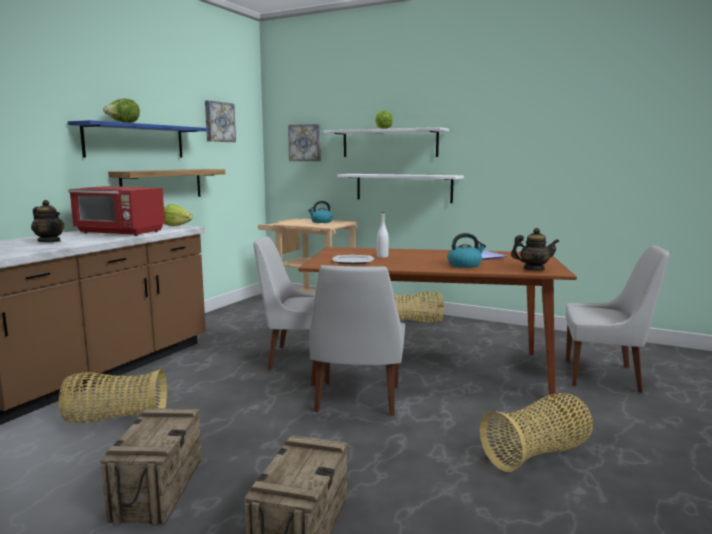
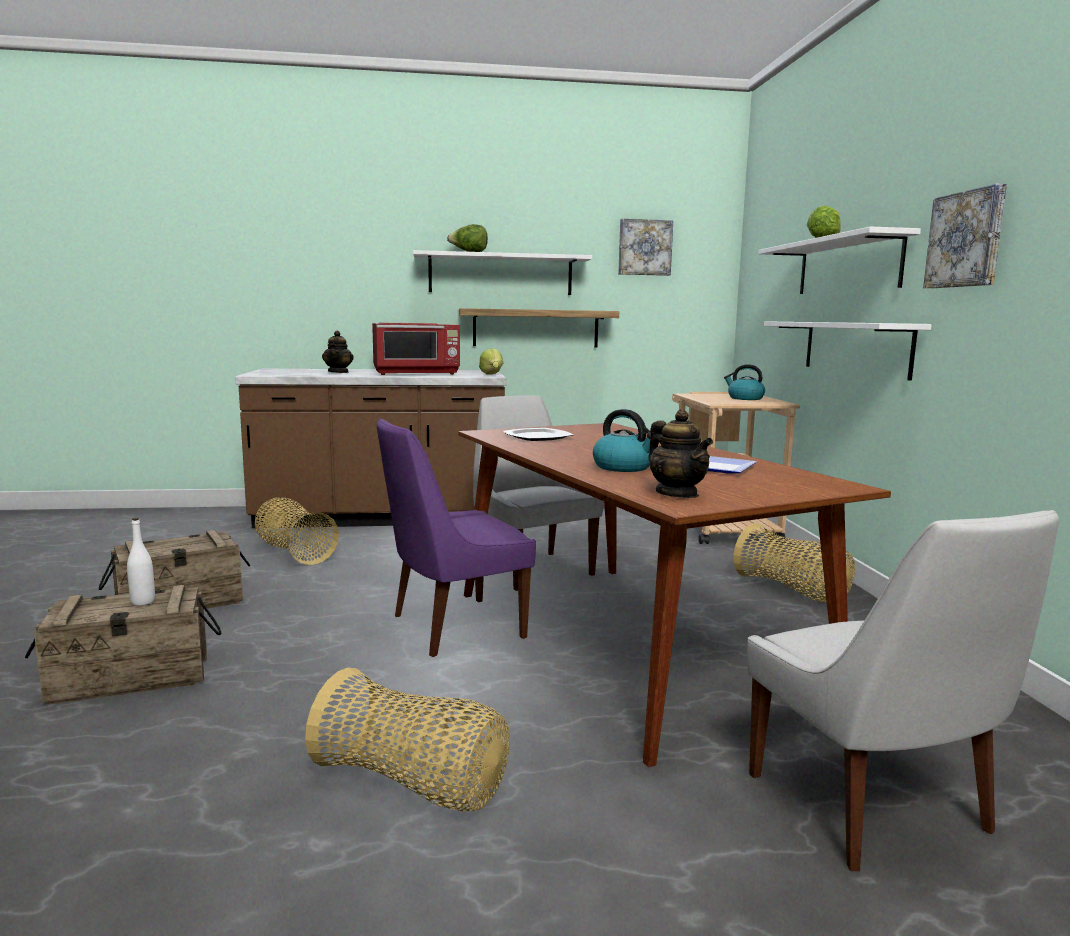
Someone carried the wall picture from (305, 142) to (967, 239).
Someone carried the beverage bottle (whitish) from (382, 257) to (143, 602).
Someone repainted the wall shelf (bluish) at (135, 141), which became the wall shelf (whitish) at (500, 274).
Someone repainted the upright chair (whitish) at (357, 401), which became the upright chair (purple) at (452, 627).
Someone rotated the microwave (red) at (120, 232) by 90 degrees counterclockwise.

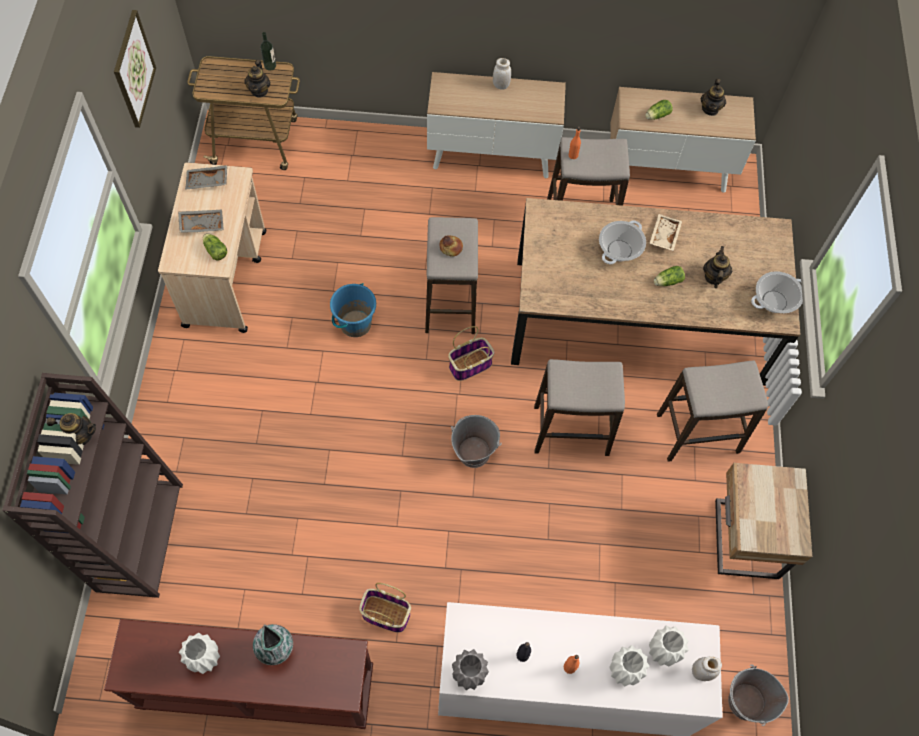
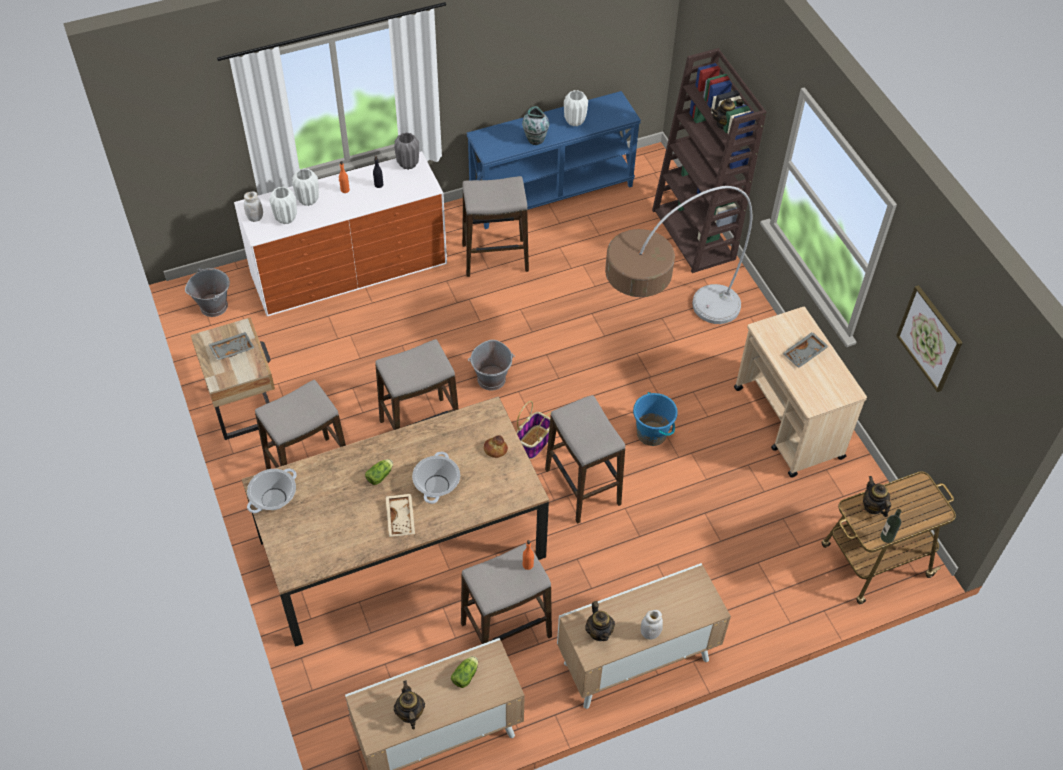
Someone took away the lettuce head at (215, 250).
Someone put down the floor lamp at (665, 336).
Someone carried the carrying tray (greyish) from (207, 182) to (232, 349).
Someone carried the baked bread from (451, 248) to (495, 449).
Someone carried the teapot from (713, 277) to (599, 632).
Someone swapped the household basket at (385, 614) for the stool at (495, 258).
Someone repainted the narrow table (brown) at (257, 689), which became the narrow table (bluish) at (551, 192).

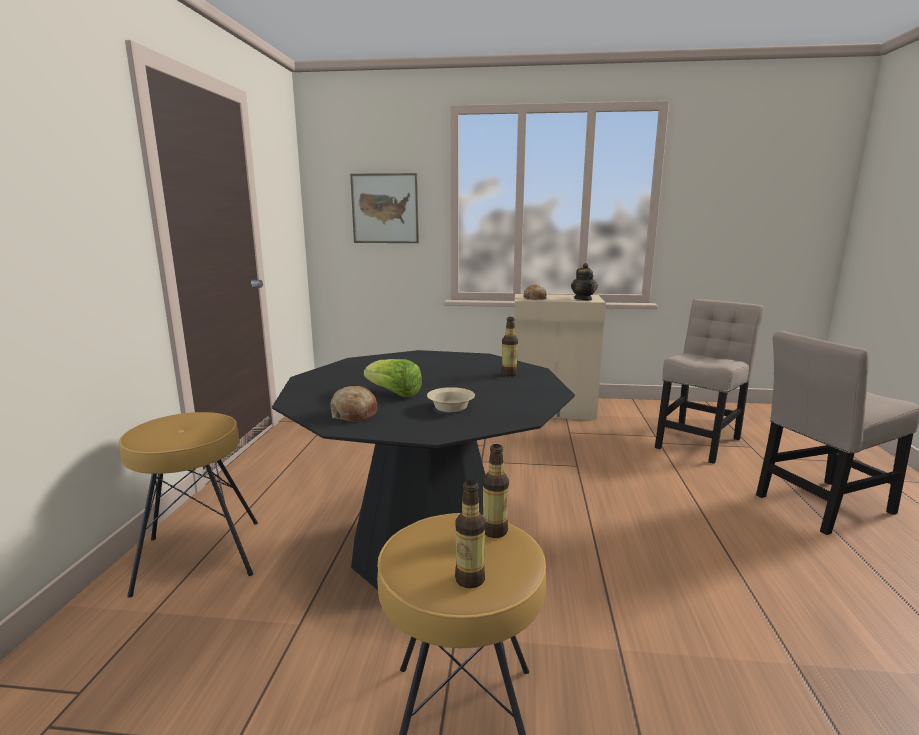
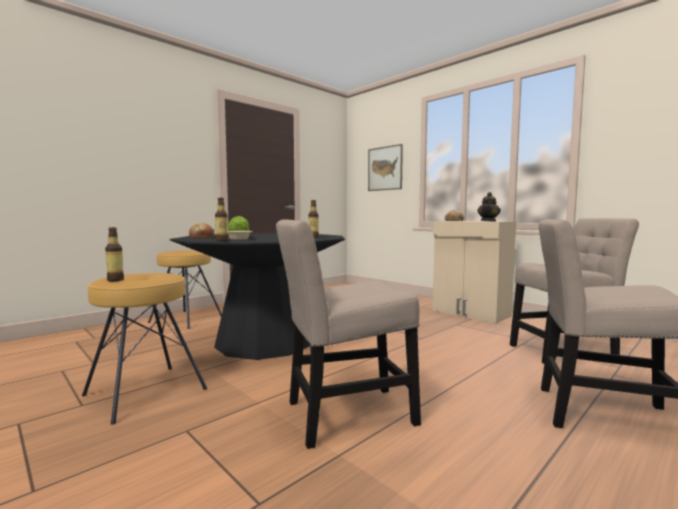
Someone put down the upright chair (beige) at (344, 415).
Someone carried the beverage bottle from (494, 531) to (222, 241).

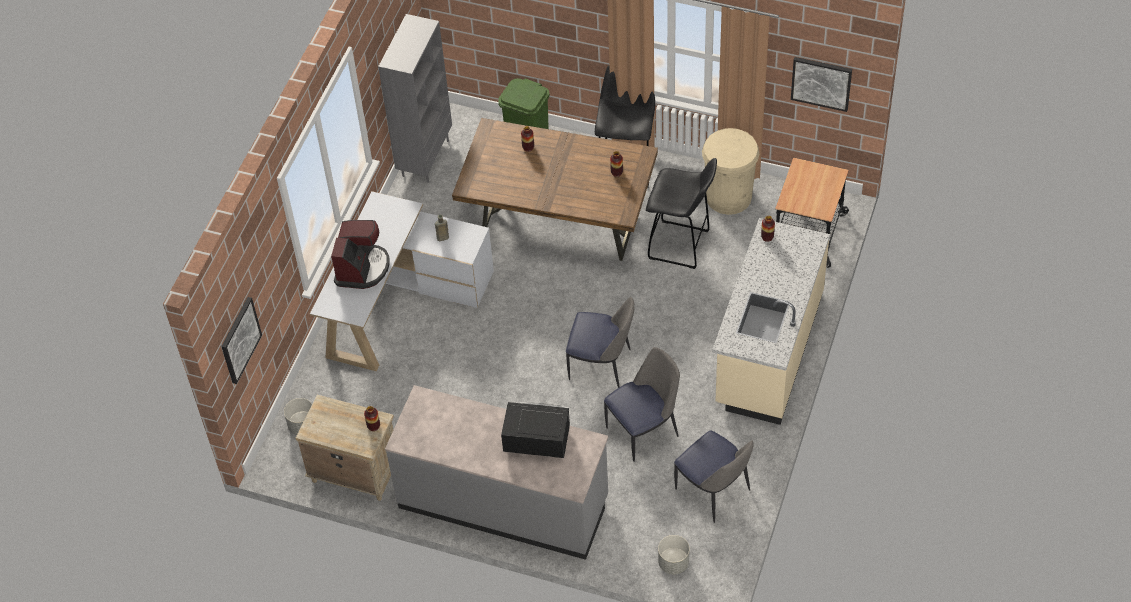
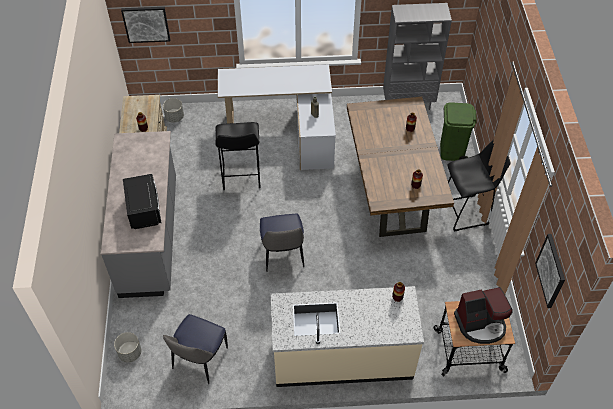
Someone took away the upright chair at (644, 430).
Someone took away the waste bin (beige) at (728, 196).
Someone carried the coffee brewer from (362, 268) to (480, 324).
Someone carried the stool (blackish) from (681, 245) to (241, 177).

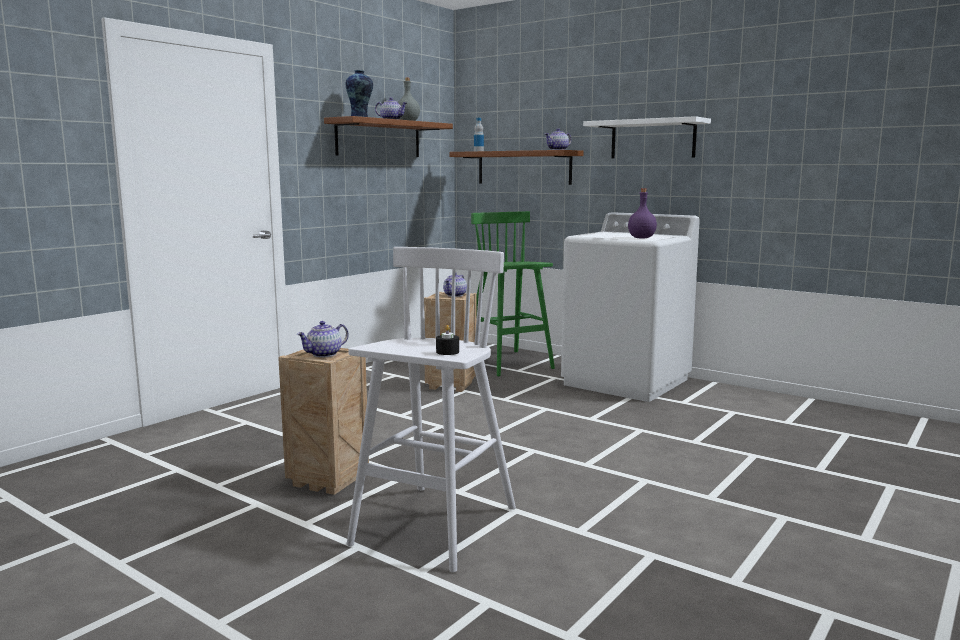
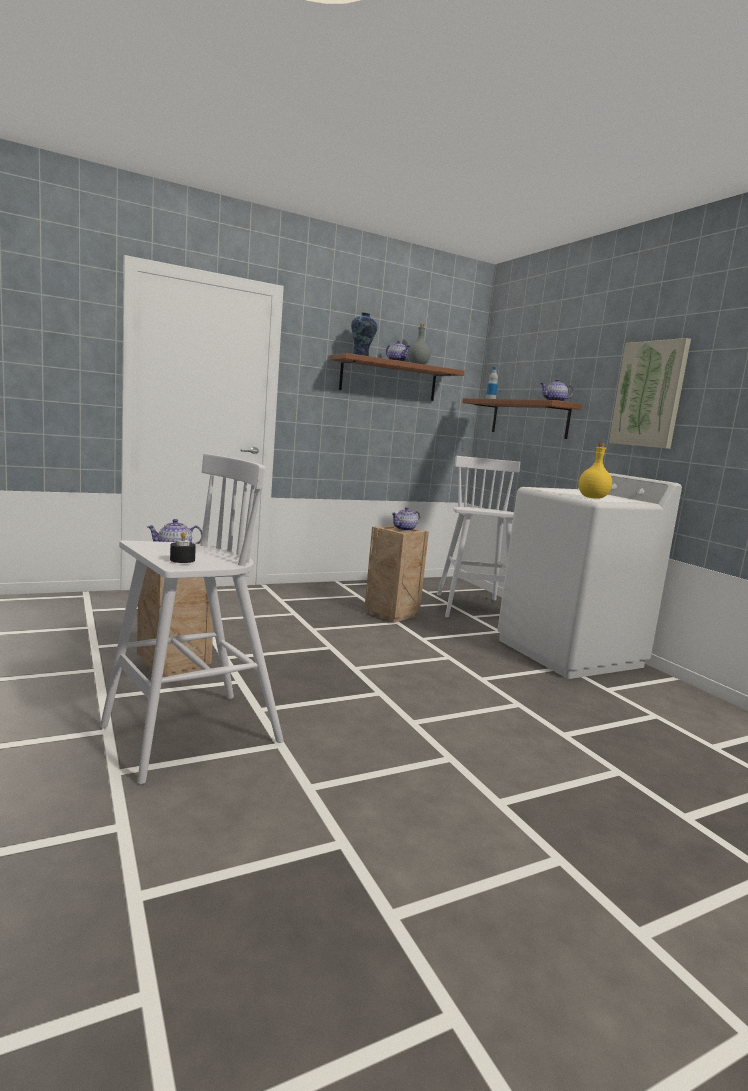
Someone swapped the wall shelf (whitish) at (652, 139) for the wall picture at (649, 394).
Someone repainted the stool (green-coloured) at (508, 363), which became the stool (whitish) at (472, 608).
Someone repainted the beverage bottle (purple) at (641, 238), which became the beverage bottle (yellow-coloured) at (592, 498).

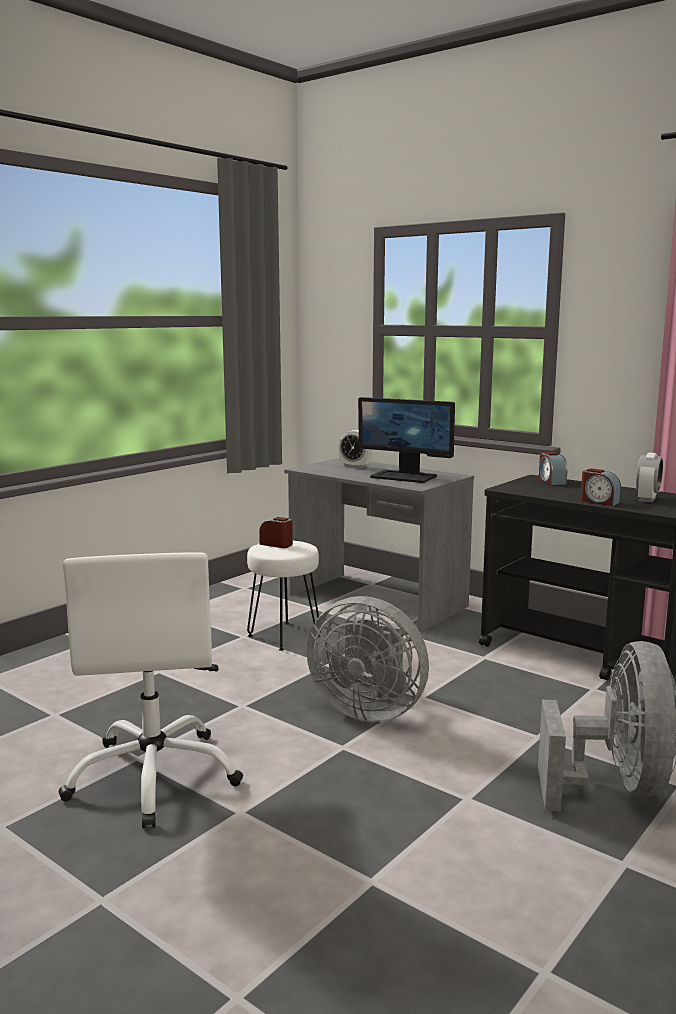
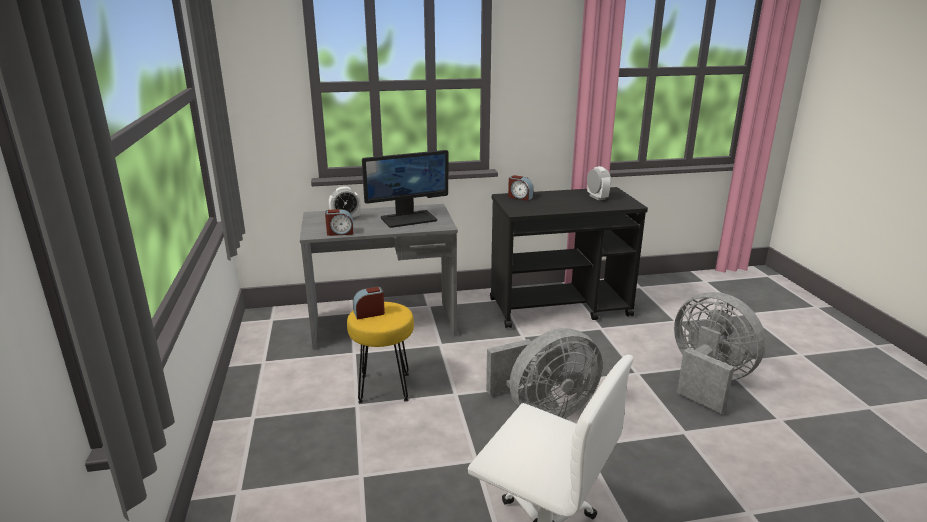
Someone carried the table clock from (599, 501) to (340, 232).
Someone repainted the stool (whitish) at (283, 636), which became the stool (yellow-coloured) at (383, 388).

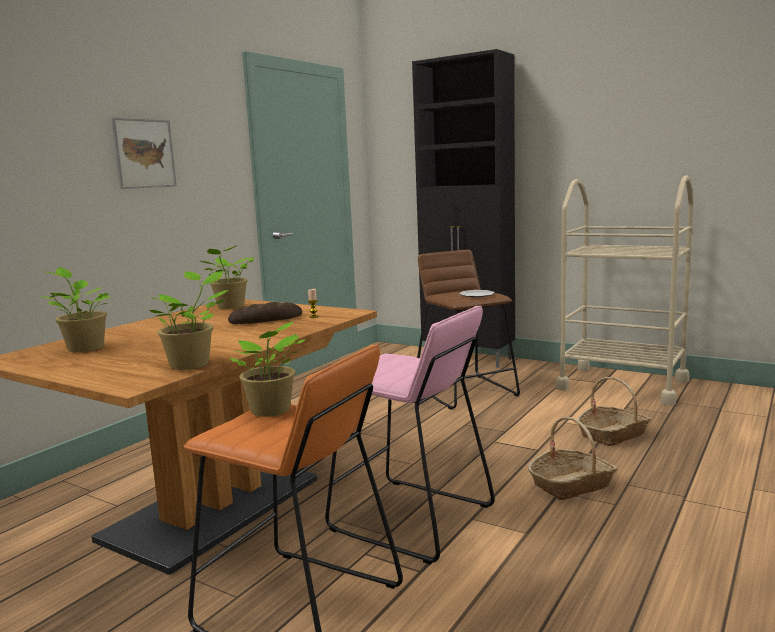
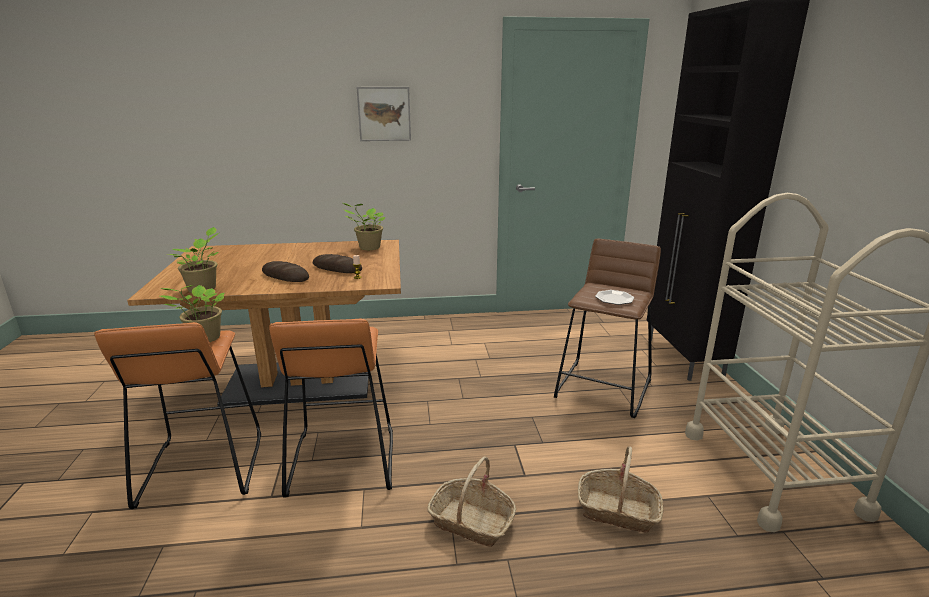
Someone took away the potted plant at (84, 348).
Someone put down the baked bread at (285, 276).
Someone repainted the stool (pink) at (410, 519), which became the stool (orange-coloured) at (342, 460).

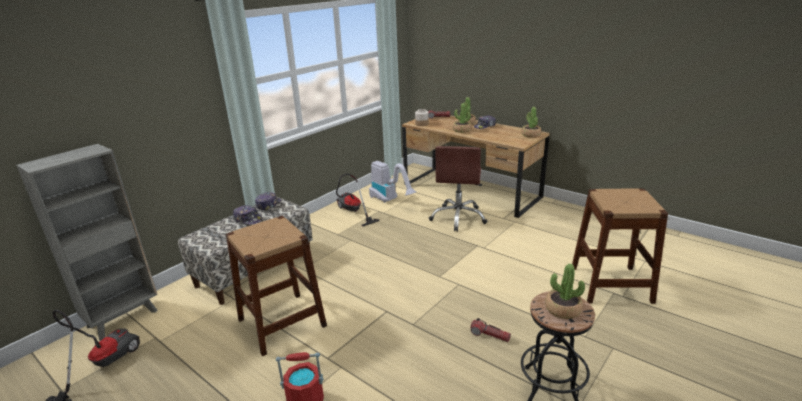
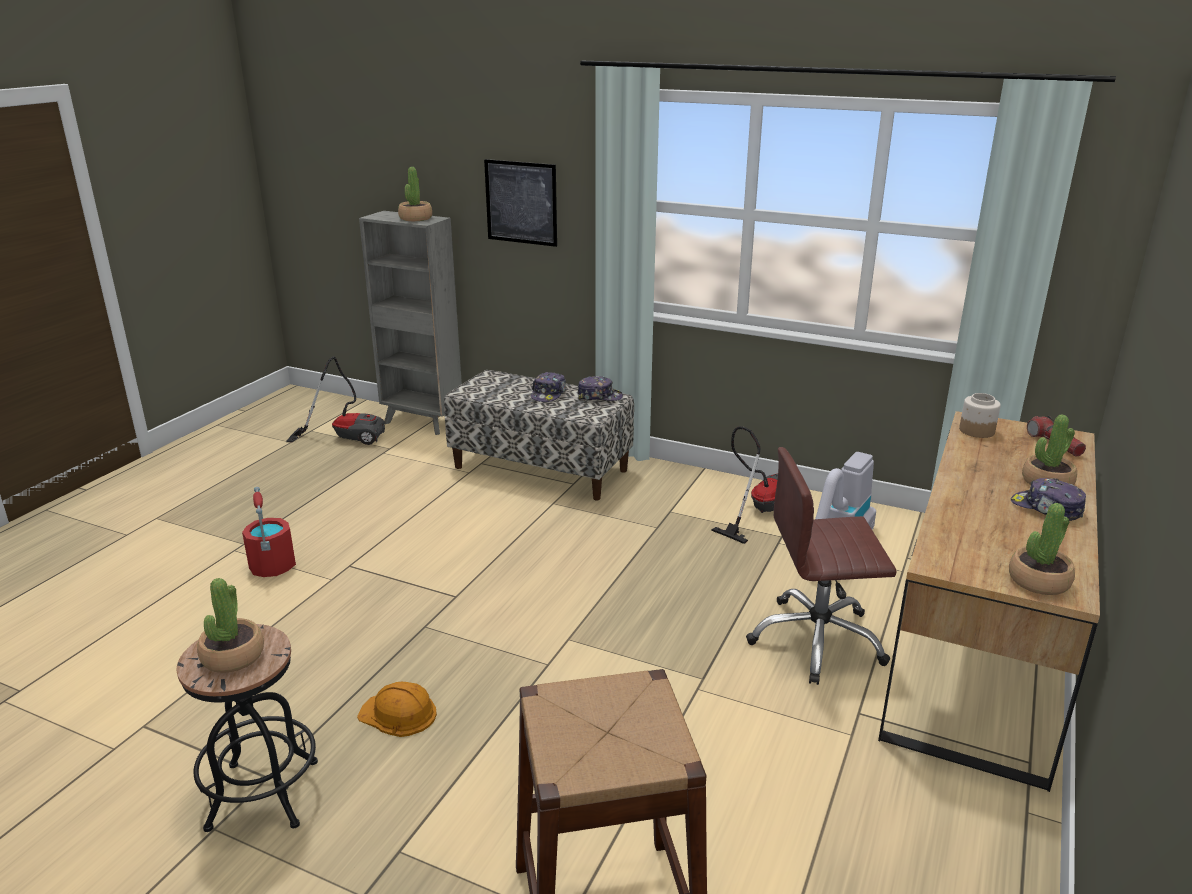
Someone took away the stool (brown) at (282, 322).
Someone put up the wall picture at (521, 202).
Someone carried the potted plant from (461, 130) to (415, 218).
Someone swapped the hand torch at (490, 335) for the safety helmet (orange-coloured) at (398, 714).

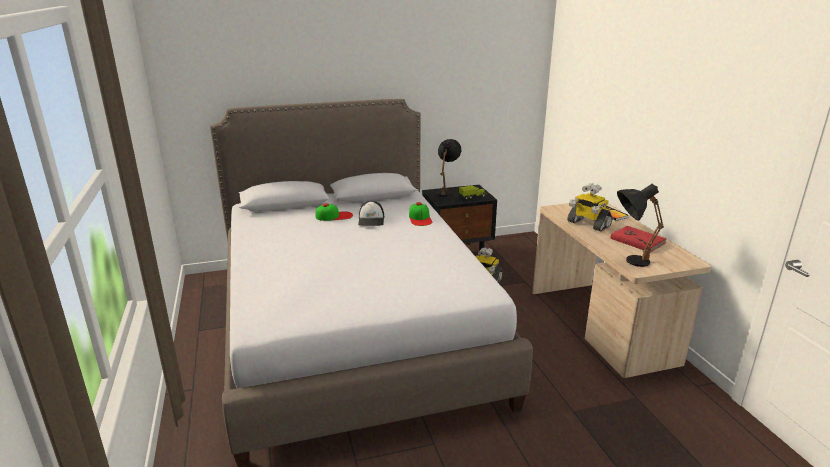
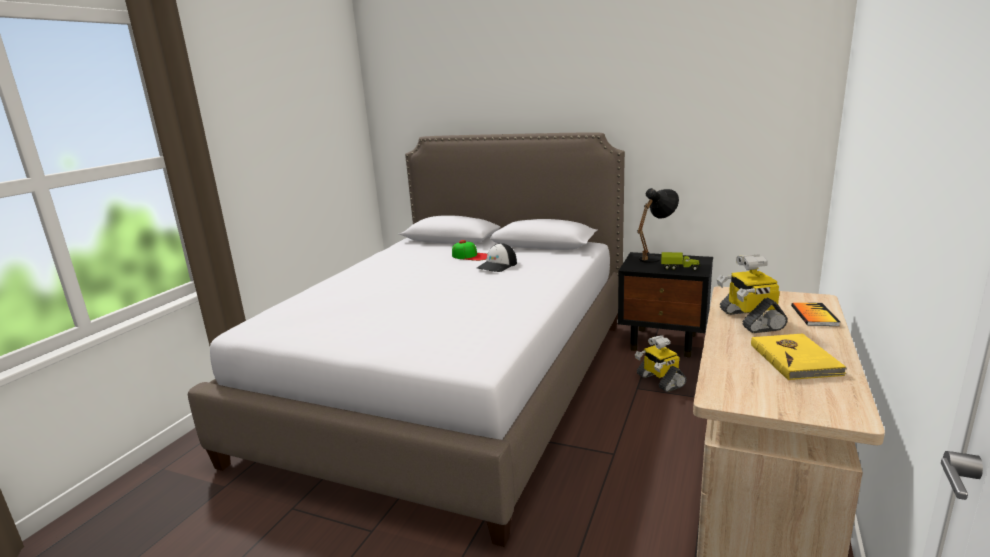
Someone took away the baseball cap at (420, 218).
Someone took away the tabletop lamp (blackish) at (629, 261).
Someone repainted the volume (red) at (637, 240), which became the volume (yellow-coloured) at (796, 359).

